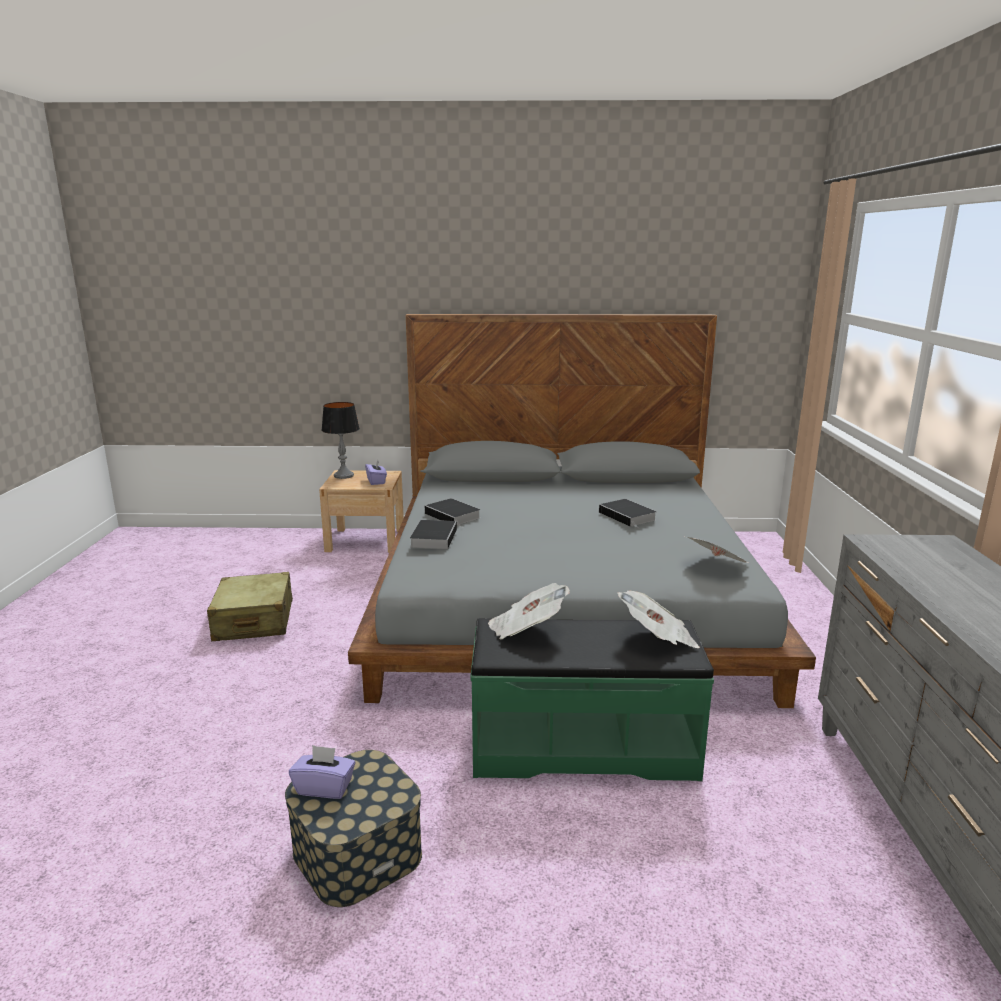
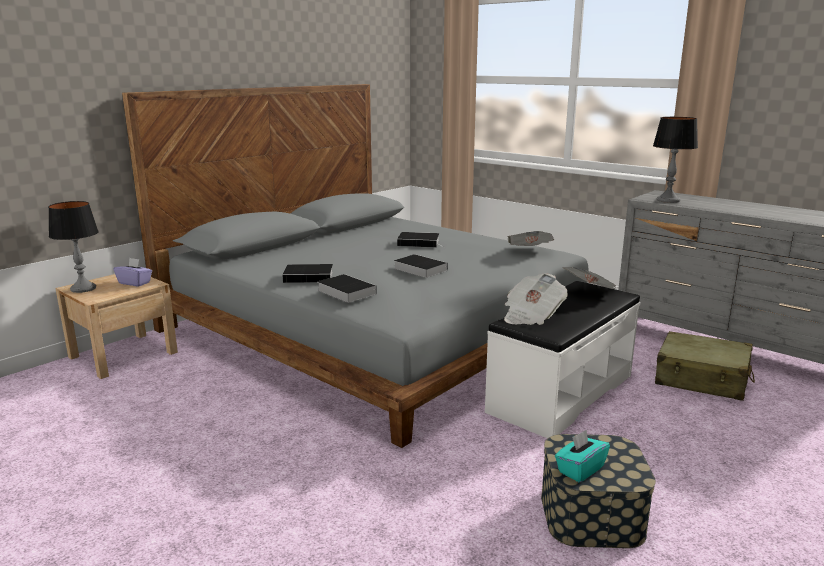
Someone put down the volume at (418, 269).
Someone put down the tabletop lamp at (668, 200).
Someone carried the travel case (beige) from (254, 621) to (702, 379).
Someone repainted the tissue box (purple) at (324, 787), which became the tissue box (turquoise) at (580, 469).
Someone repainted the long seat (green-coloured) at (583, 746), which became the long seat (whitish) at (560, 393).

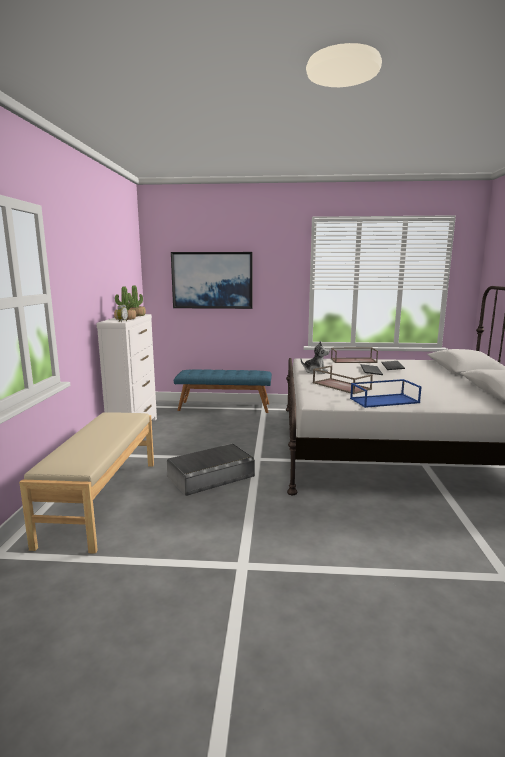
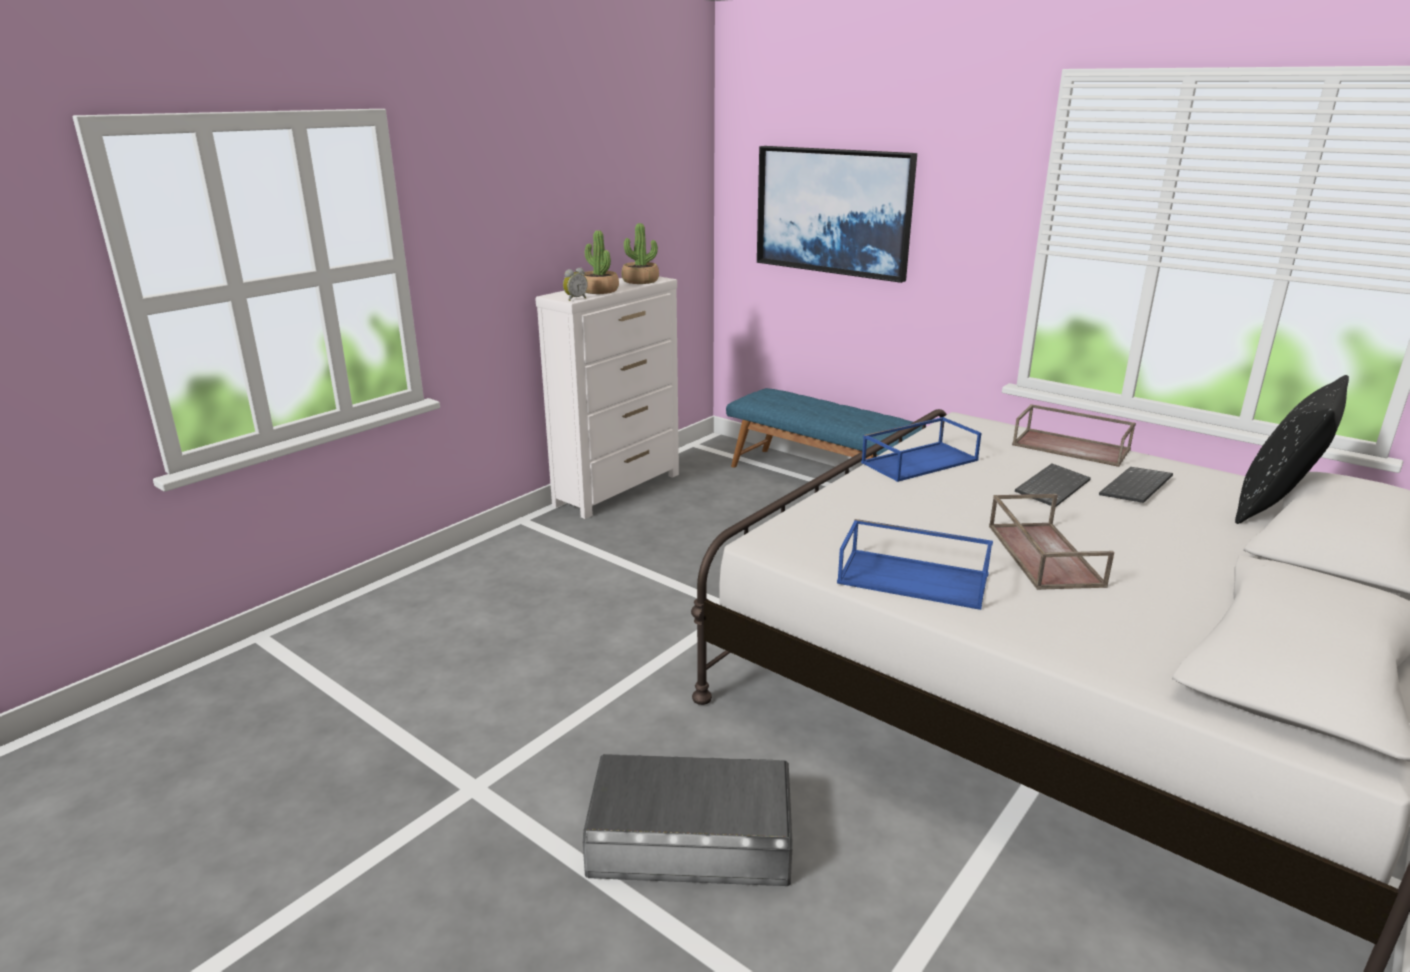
Someone took away the long seat (beige) at (101, 500).
Someone put down the throw pillow (blackish) at (1276, 507).
Someone carried the storage box (greyish) from (211, 476) to (690, 835).
Someone carried the carrying tray (brown) from (340, 386) to (1042, 554).
Someone swapped the cuddly toy at (315, 371) for the carrying tray (bluish) at (919, 461).

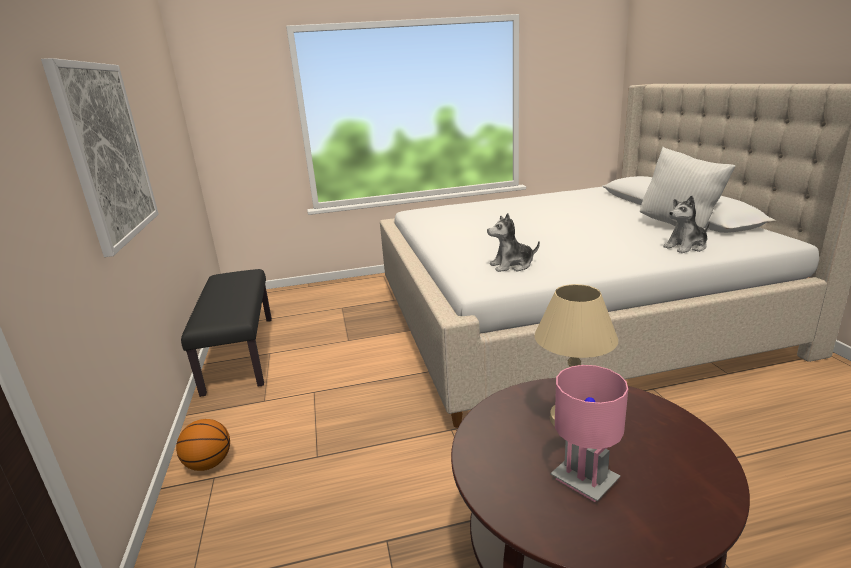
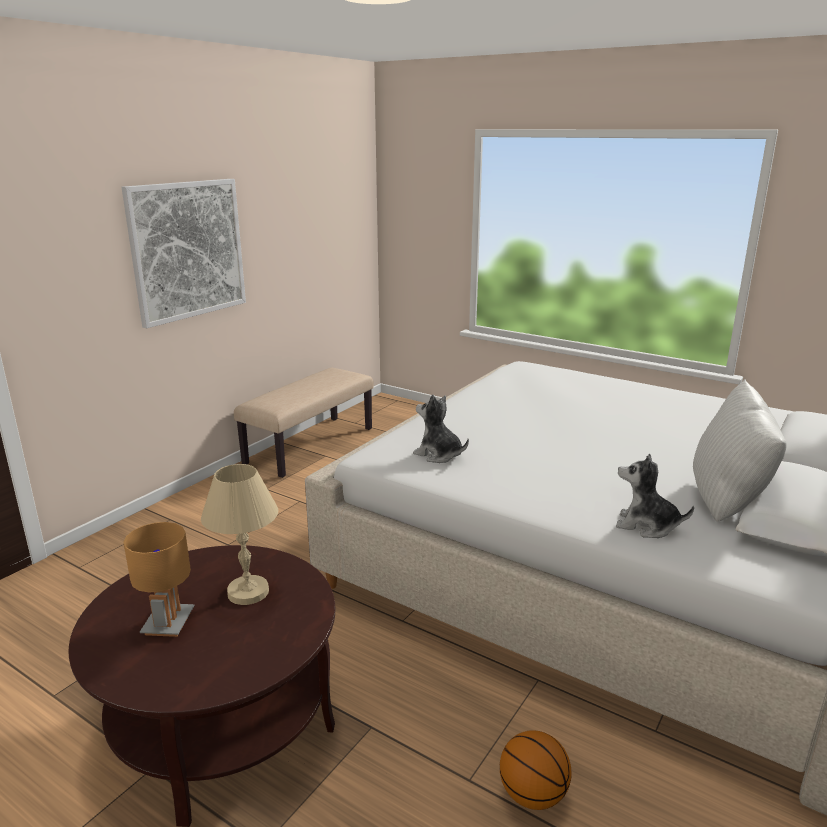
Someone carried the ball for basketball from (209, 464) to (533, 795).
Someone repainted the long seat (blackish) at (239, 353), which became the long seat (beige) at (310, 445).
Someone repainted the tabletop lamp (pink) at (585, 480), which became the tabletop lamp (brown) at (169, 623).

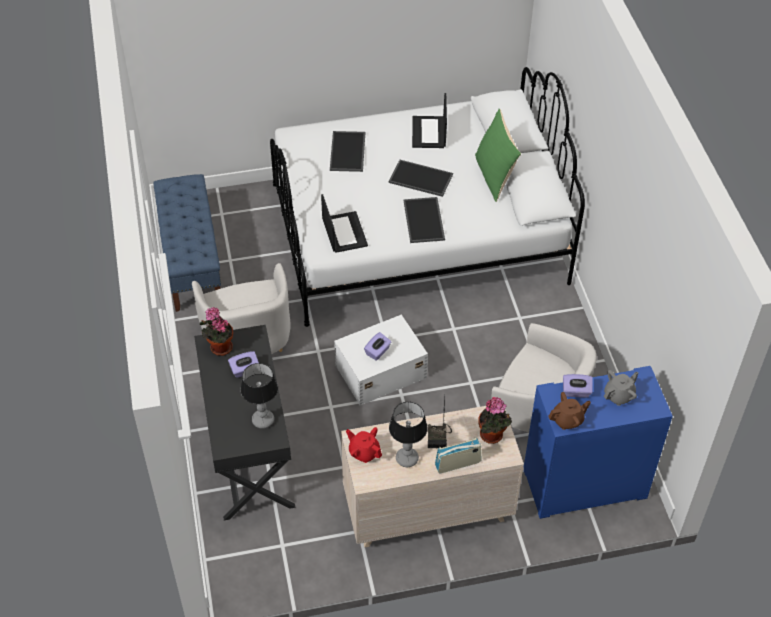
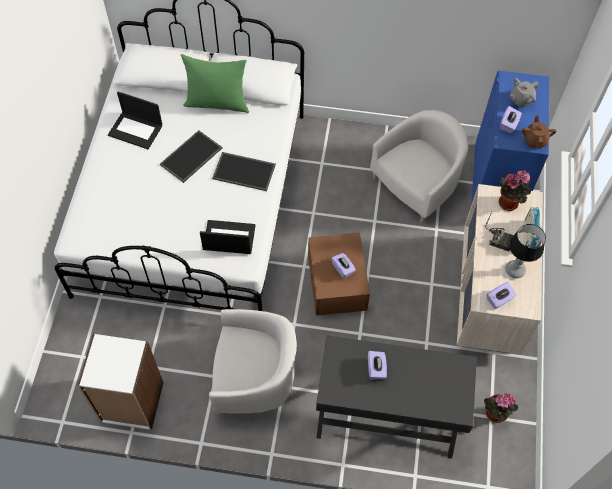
Someone took away the tabletop lamp at (263, 420).
Someone took away the carrying tray at (348, 152).
Someone carried the potted plant from (219, 347) to (494, 415).
Someone swapped the long seat (bluish) at (191, 261) for the bookcase (whitish) at (132, 403).
Someone swapped the teapot (red) at (364, 452) for the tissue box (purple) at (499, 300).
Someone repainted the storage box (whitish) at (379, 371), which became the storage box (brown) at (336, 283).
Someone rotated the teapot (greyish) at (619, 395) by 105 degrees counterclockwise.

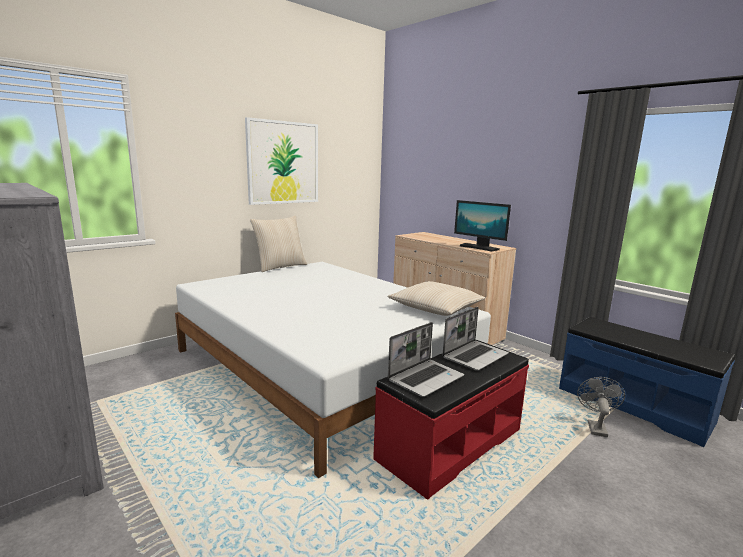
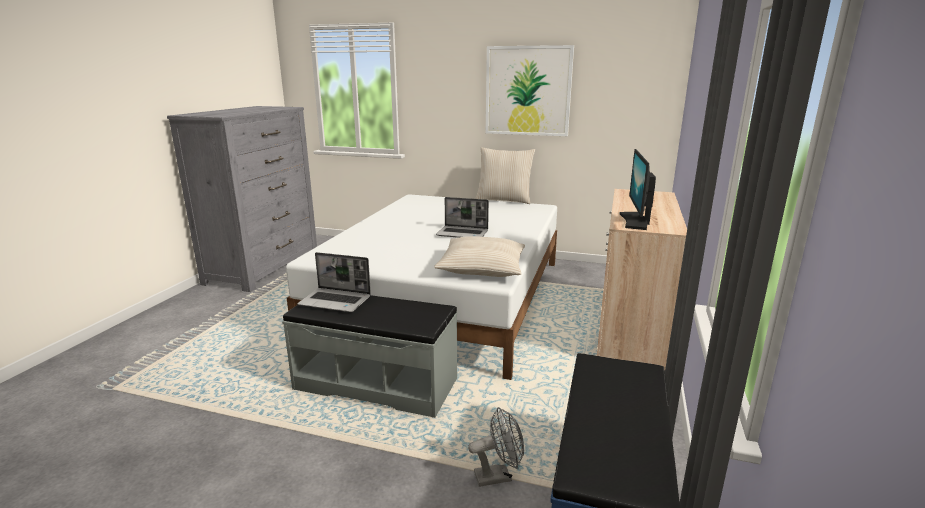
Someone carried the portable computer from (475, 356) to (463, 233).
Someone repainted the long seat (red) at (449, 444), which became the long seat (greyish) at (376, 384).

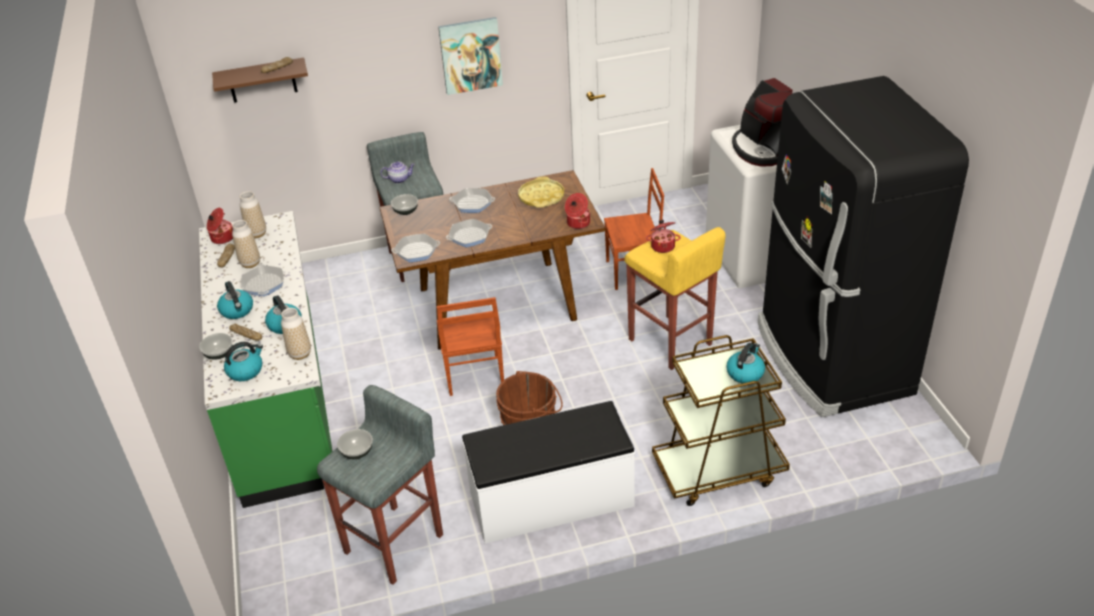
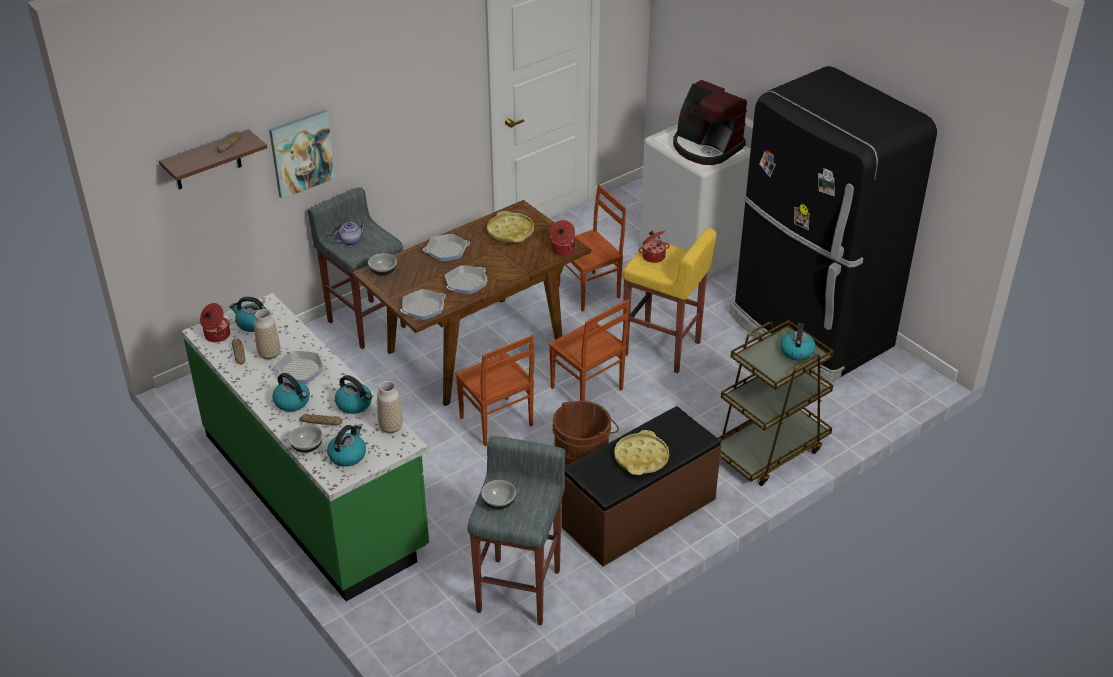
Someone put down the upright chair (brown) at (587, 389).
Someone put down the carrying tray (yellow-coloured) at (641, 457).
Someone carried the wall picture from (470, 55) to (301, 153).
Someone swapped the flower vase at (257, 234) for the tea kettle at (252, 323).
Someone repainted the long seat (whitish) at (551, 500), which became the long seat (brown) at (640, 513).
Someone rotated the frying pan at (263, 284) by 135 degrees clockwise.

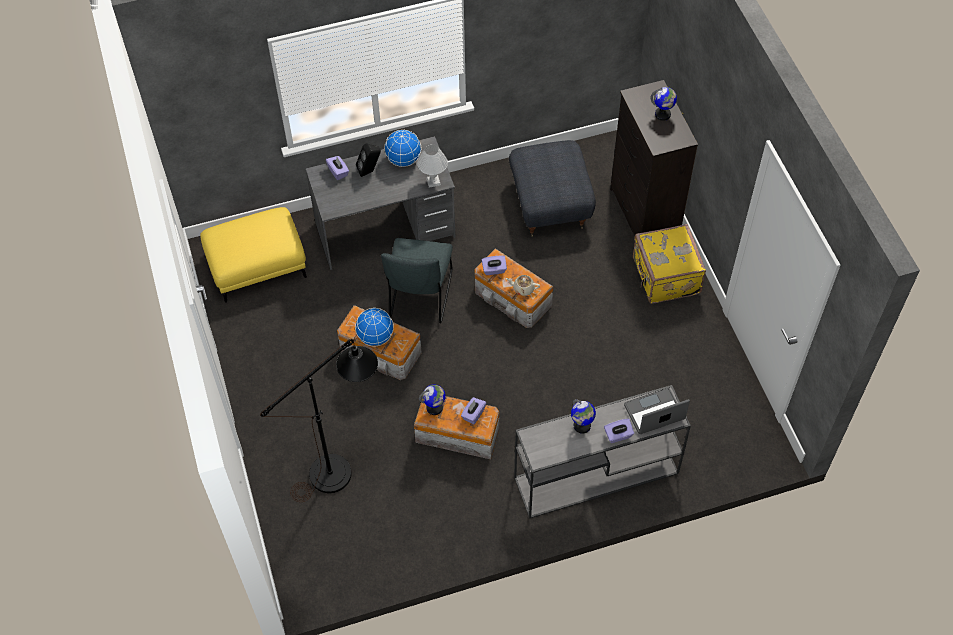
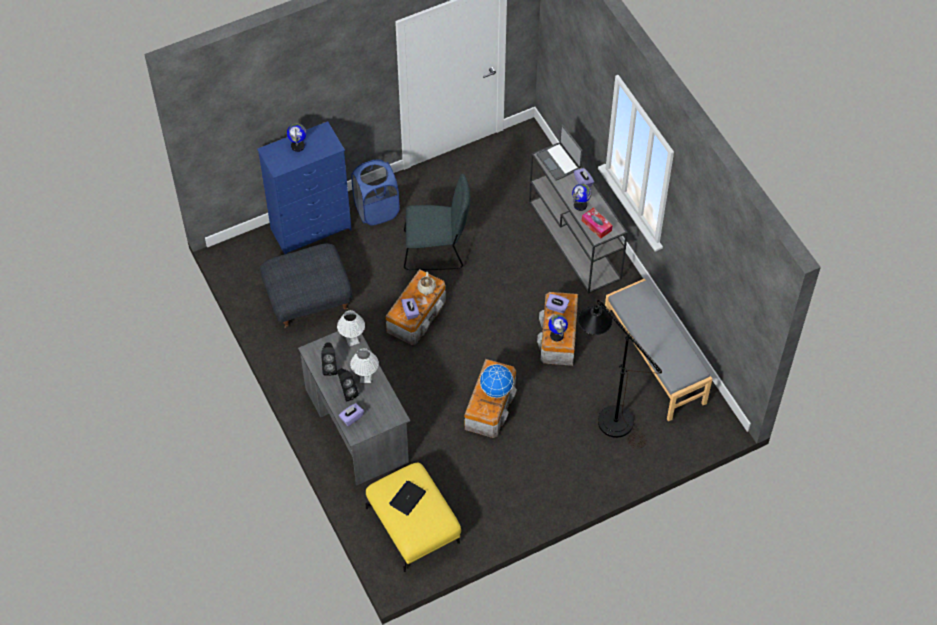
Someone put down the tabletop lamp (whitish) at (366, 378).
Someone put down the portable computer at (407, 498).
Someone put down the tissue box at (596, 226).
Someone put down the long seat (greyish) at (654, 361).
Someone carried the upright chair (greyish) from (420, 298) to (437, 251).
Someone swapped the world globe at (404, 160) for the speaker (blackish) at (330, 367).
Someone swapped the travel case (yellow-coloured) at (664, 277) for the laundry basket (bluish) at (376, 210).
Someone repainted the dresser (blackish) at (643, 215), which became the dresser (bluish) at (312, 230).

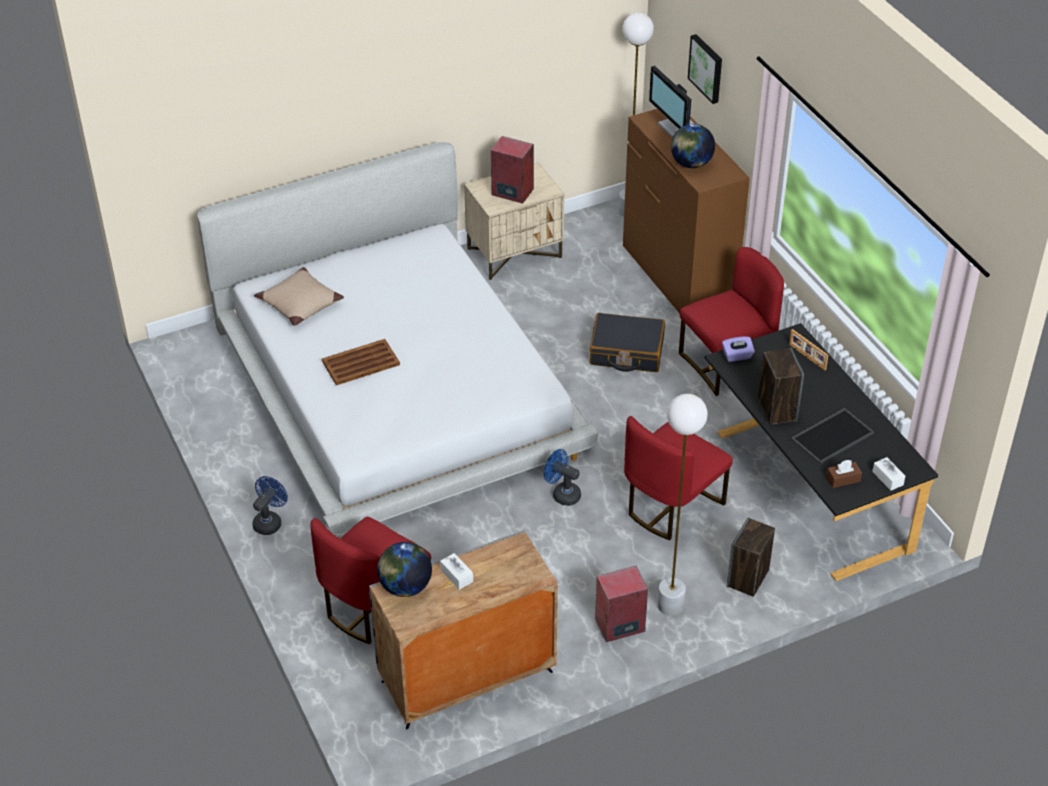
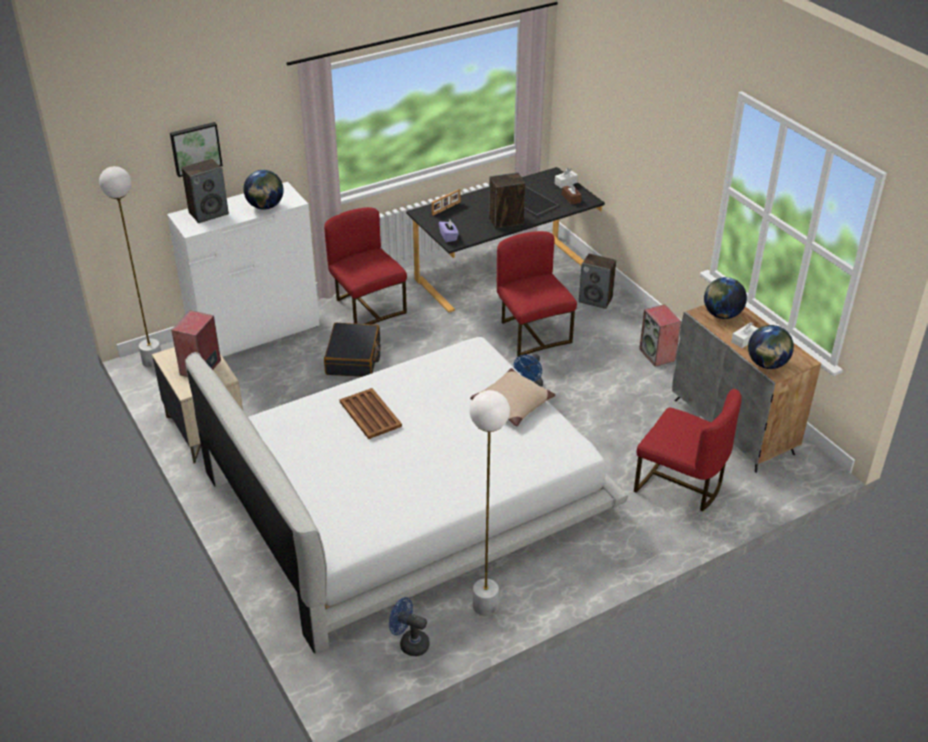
Someone put down the world globe at (722, 315).
Someone carried the fan (bluish) from (270, 521) to (409, 643).
Someone carried the throw pillow (beige) from (299, 304) to (513, 404).
Someone carried the carrying tray (brown) from (360, 363) to (370, 414).
Someone carried the floor lamp (whitish) from (670, 605) to (485, 606).
Someone swapped the monitor at (677, 128) for the speaker at (208, 213).
Someone repainted the dresser (brown) at (678, 278), which became the dresser (whitish) at (255, 332).
Someone rotated the upright chair (red) at (671, 506) by 150 degrees counterclockwise.

